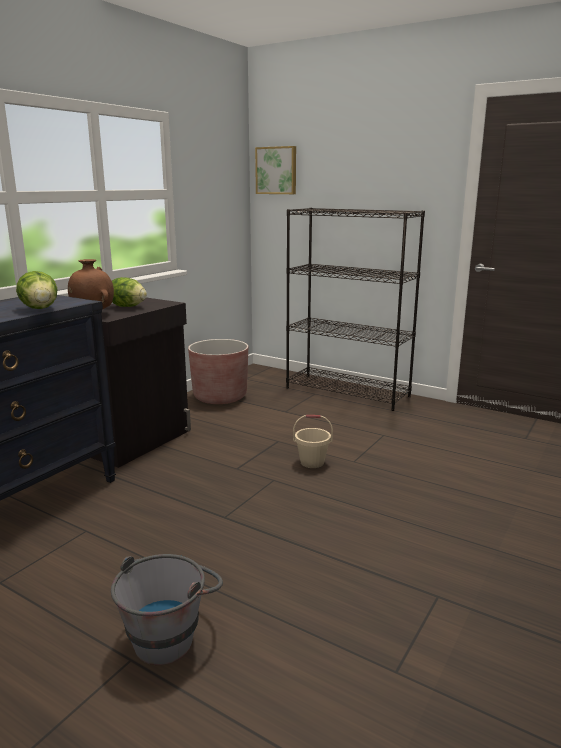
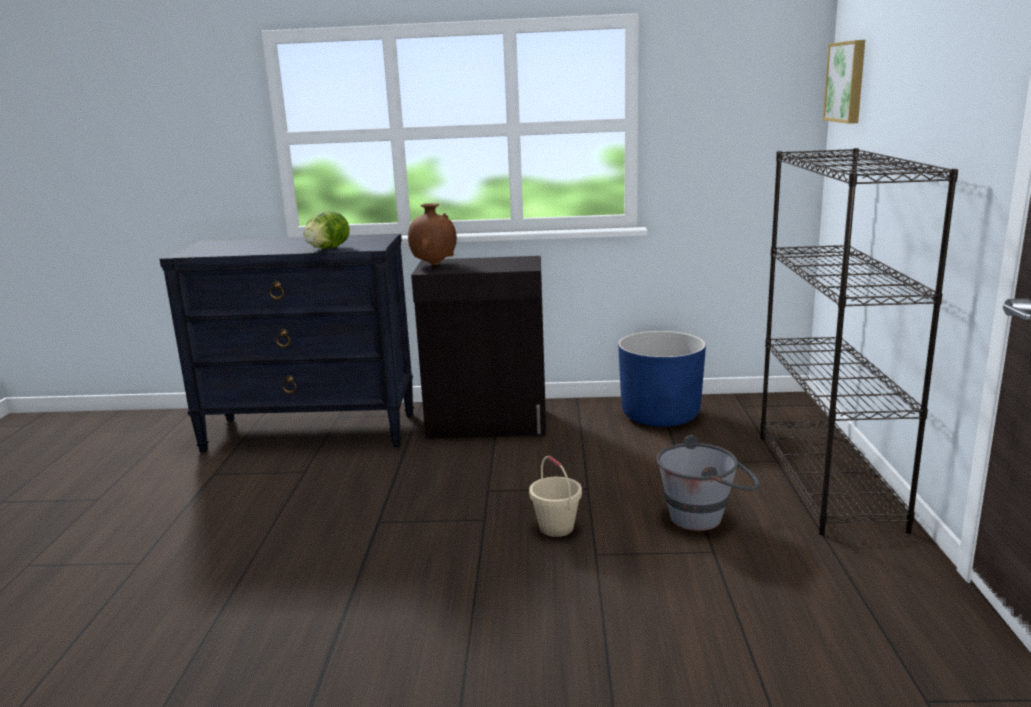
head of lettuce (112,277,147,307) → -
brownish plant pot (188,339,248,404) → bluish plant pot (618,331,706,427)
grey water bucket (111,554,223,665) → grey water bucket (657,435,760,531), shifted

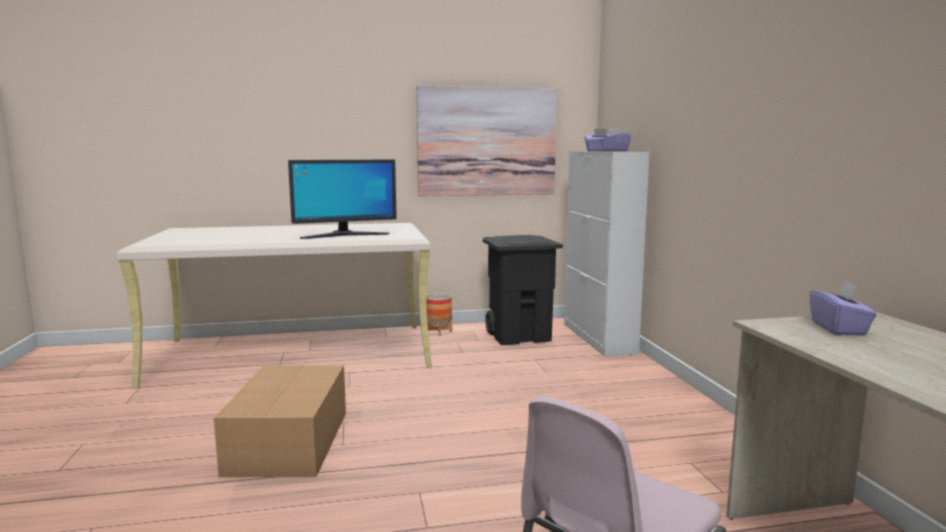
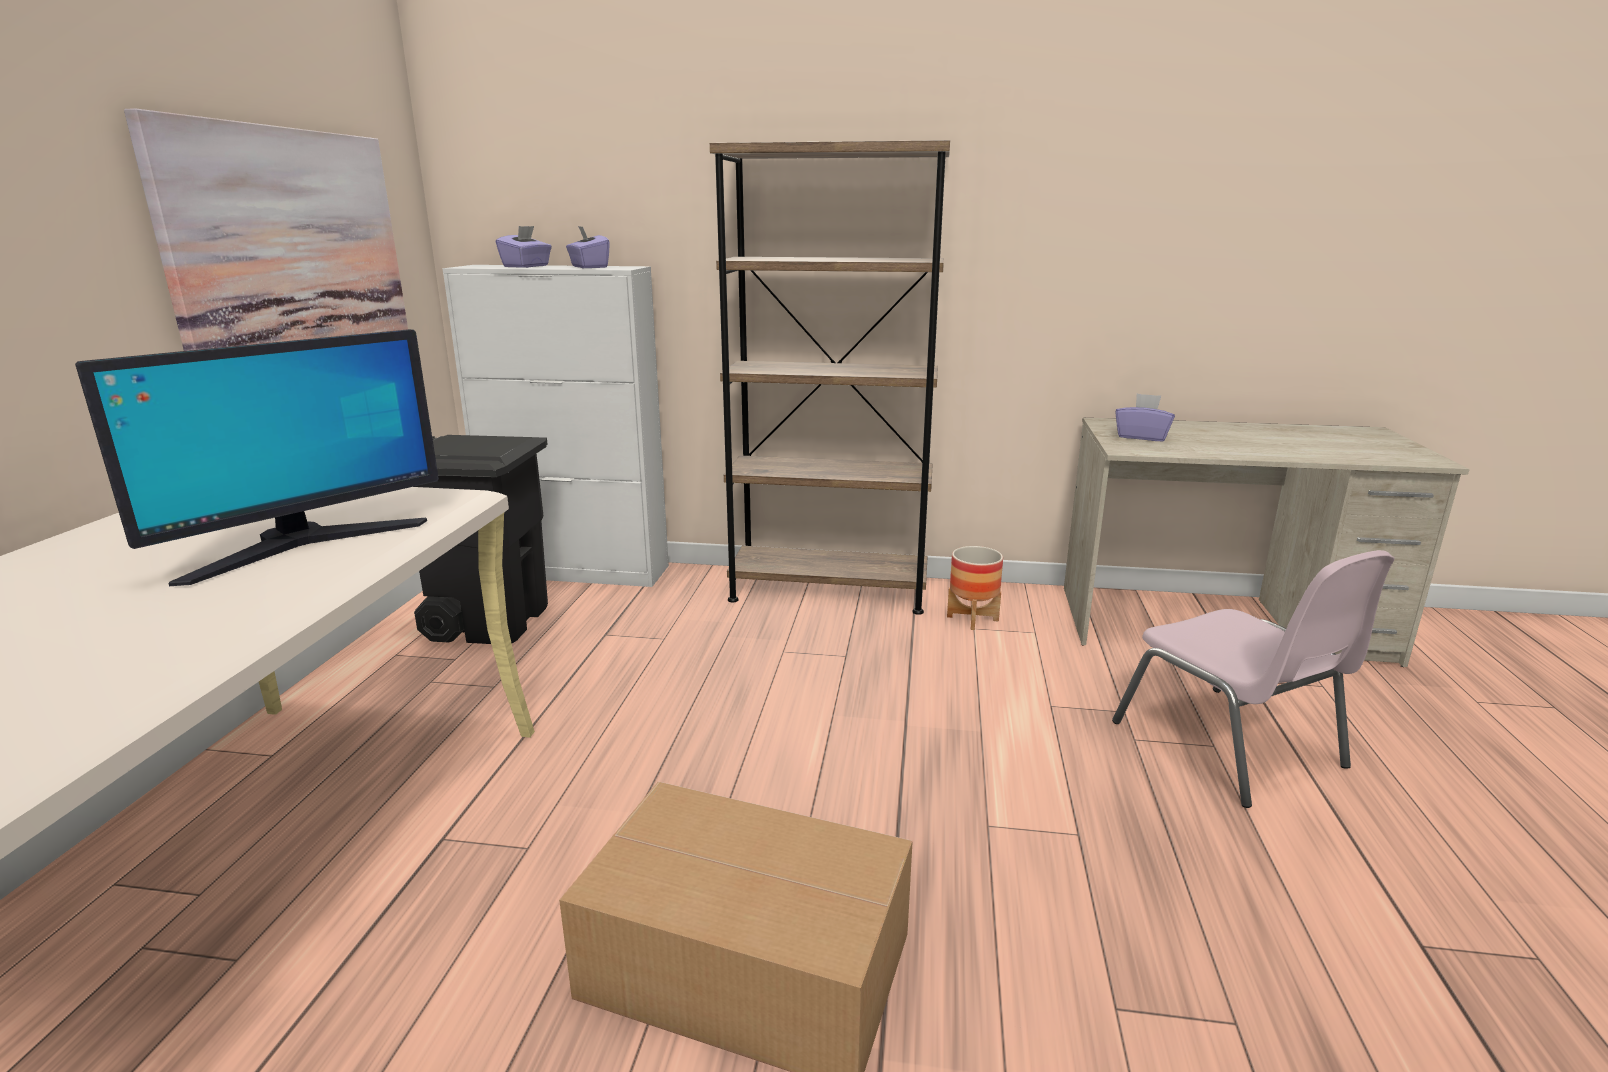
monitor (288,159,397,239) → monitor (75,329,439,586), 45 degrees clockwise
plant pot (426,293,452,336) → plant pot (947,546,1003,630), shifted
- → brownish shelving unit (710,140,950,615)

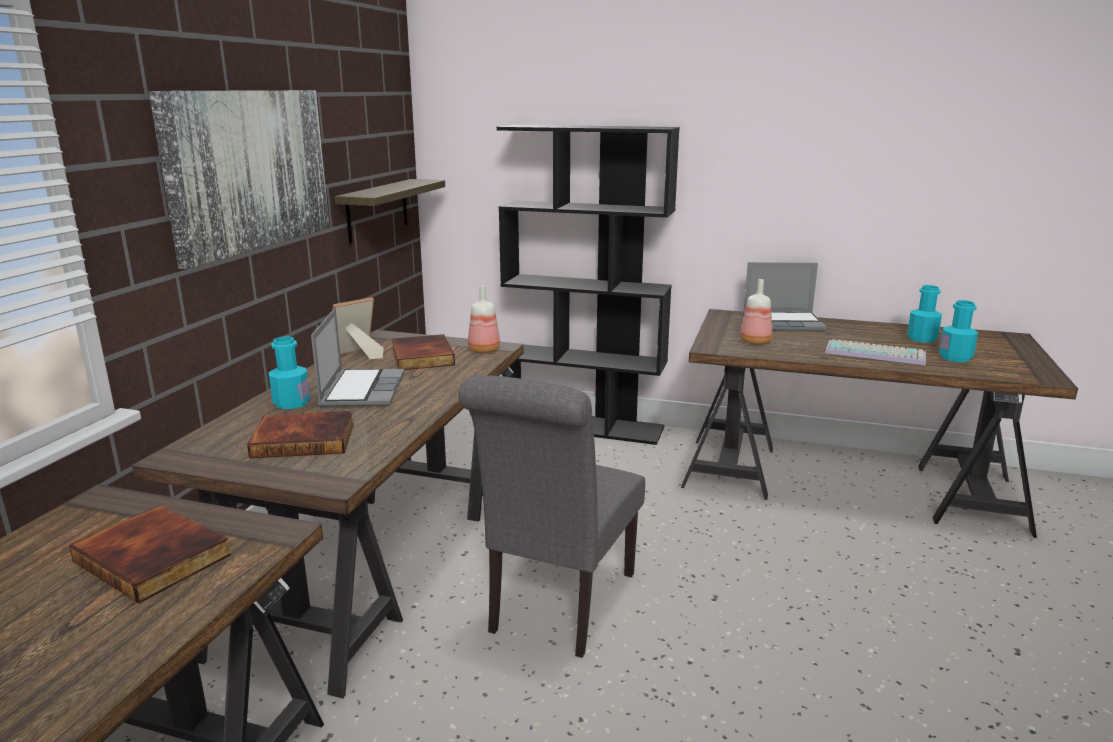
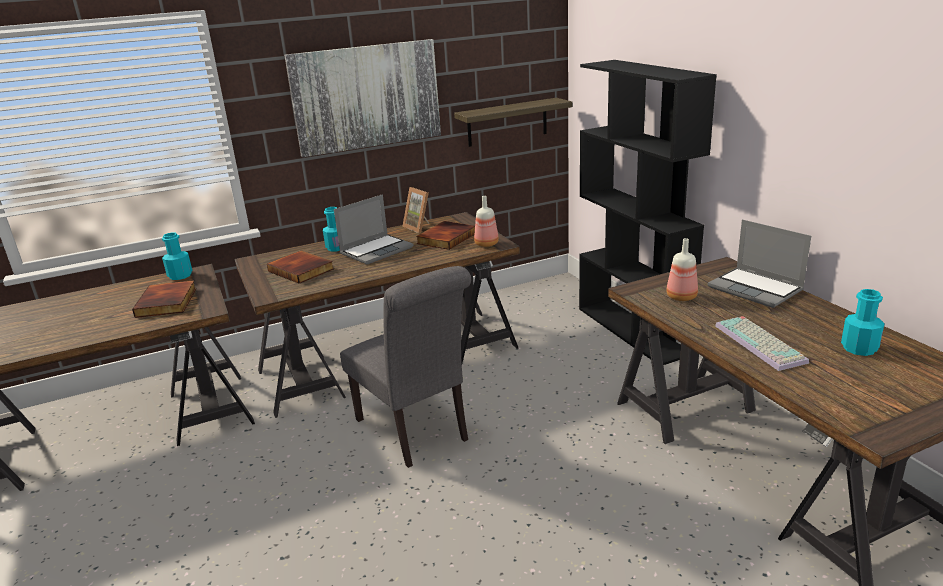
photo frame (333,297,384,359) → photo frame (402,187,429,233), 135 degrees counterclockwise
turquoise bottle (939,300,978,362) → turquoise bottle (162,233,192,280), shifted
grey plain chair (459,375,645,658) → grey plain chair (340,266,471,468), 105 degrees counterclockwise

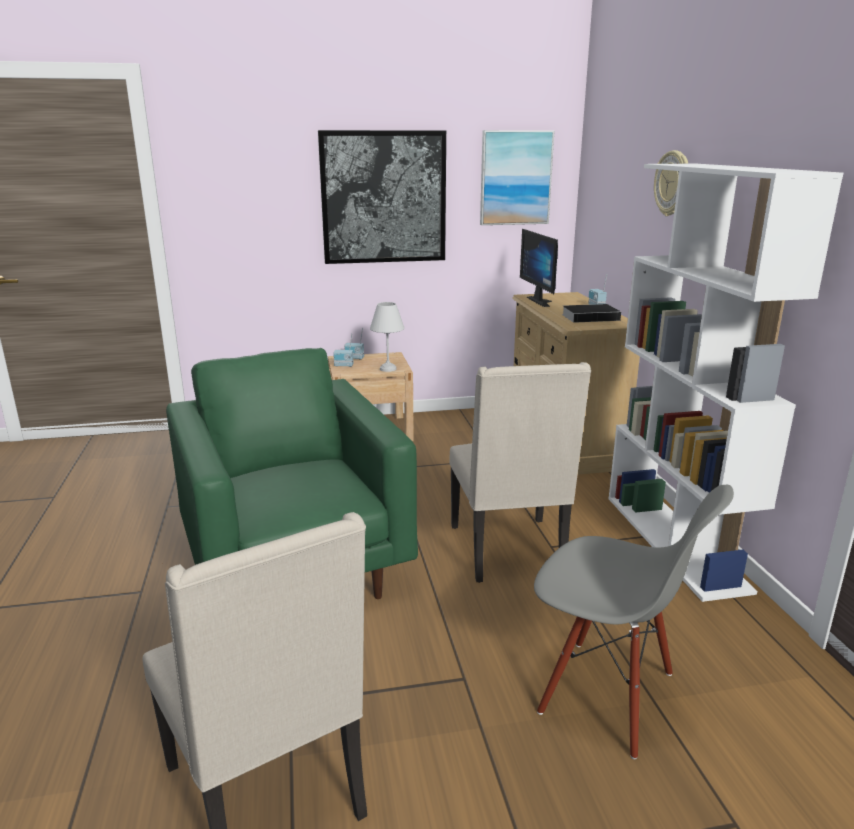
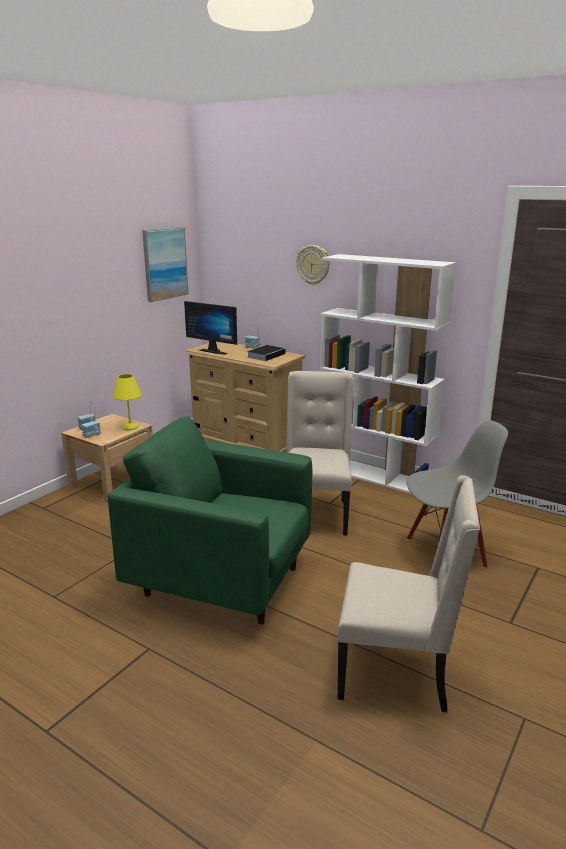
wall picture (318,130,446,264) → -
white table lamp (370,302,404,372) → yellow-coloured table lamp (113,374,142,431)
sand-coloured plain chair (449,362,591,583) → sand-coloured plain chair (287,371,354,536), 120 degrees counterclockwise

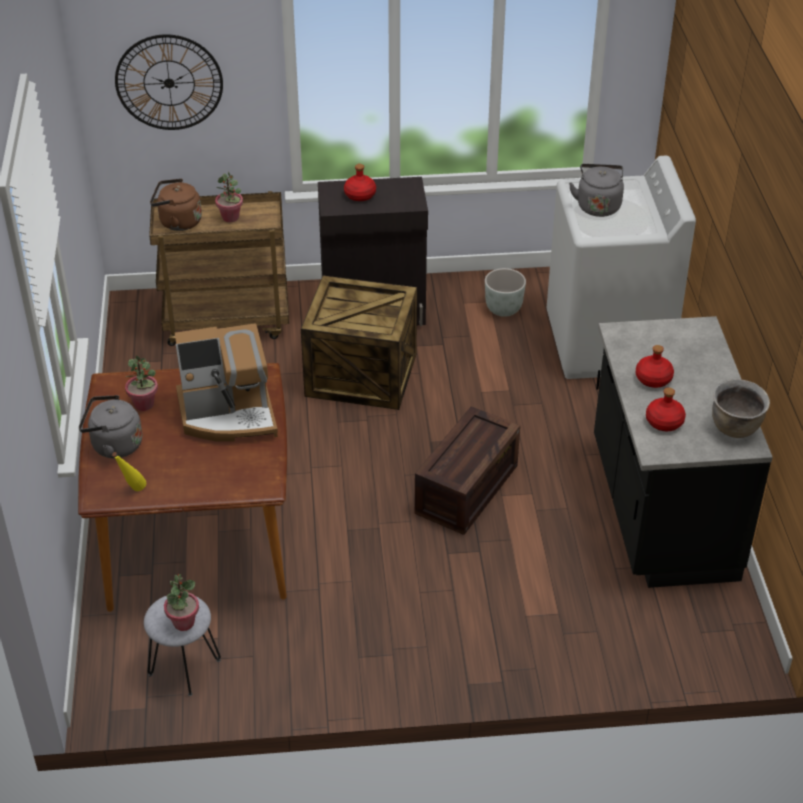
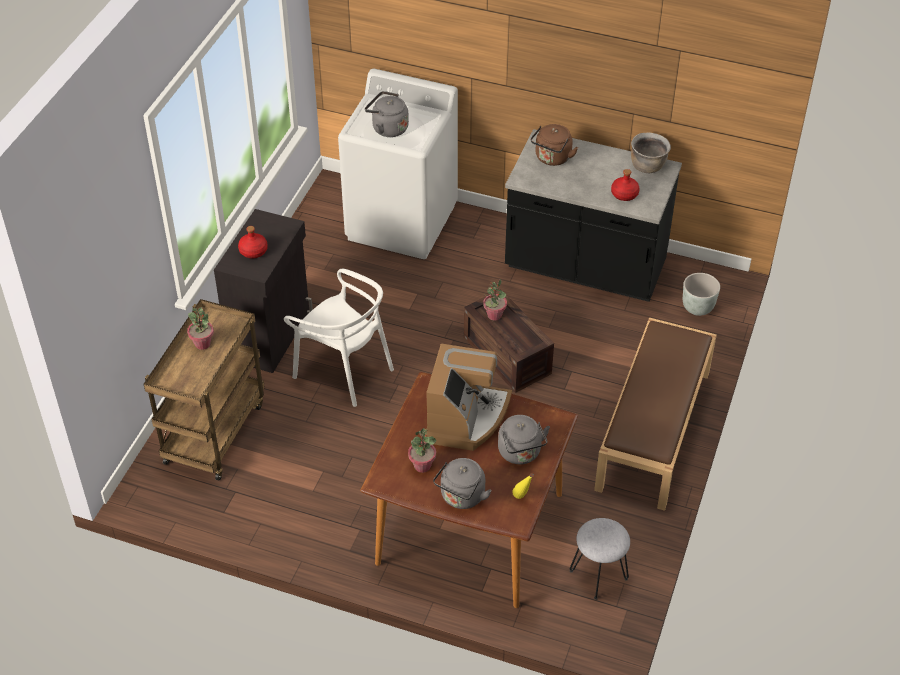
wall clock (115,34,223,130) → -
brownish tea kettle (150,179,202,231) → brownish tea kettle (530,124,578,166), shifted
grey plant pot (485,268,526,317) → grey plant pot (683,273,720,316), shifted
packing crate (301,275,417,410) → white plain chair (284,269,394,407)
red bottle (636,345,674,388) → -
potted plant (164,574,199,631) → potted plant (483,279,507,321), shifted
- → brownish bench (594,317,717,511)
- → grey tea kettle (498,415,550,464)

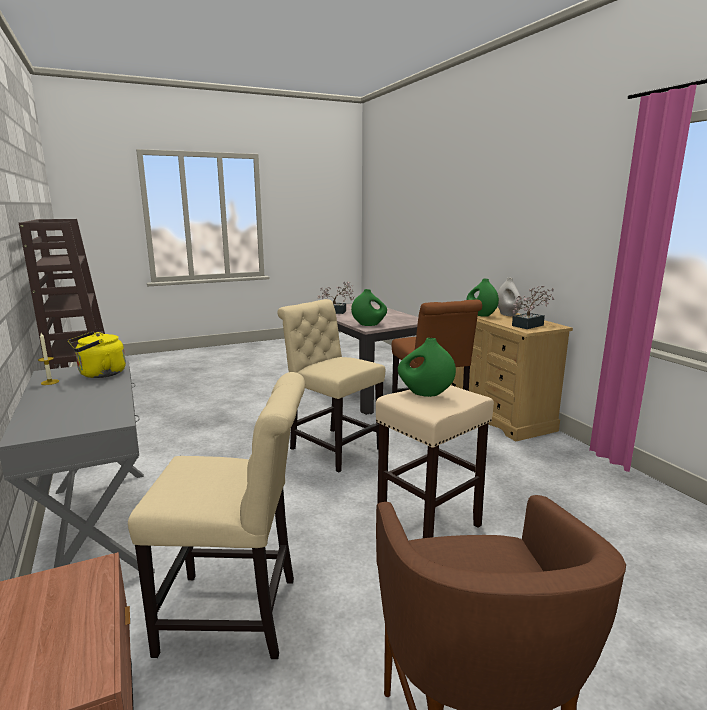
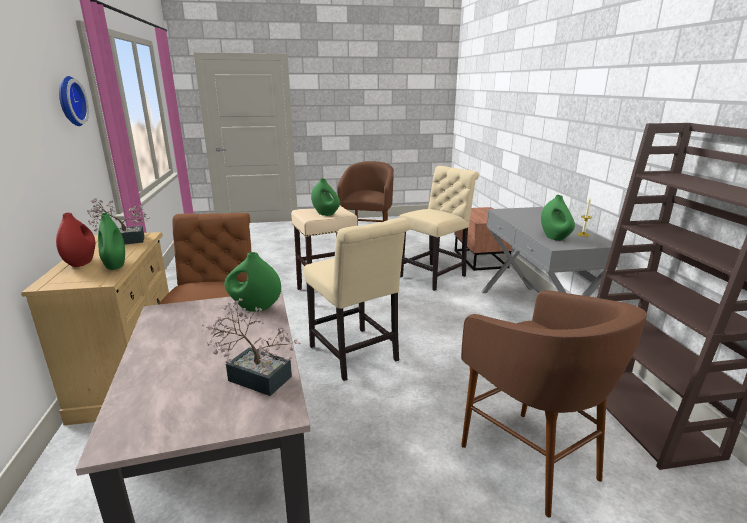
white decorative vase (498,277,522,316) → red decorative vase (56,213,95,267)
yellow-coloured tea kettle (68,331,126,378) → green decorative vase (541,195,575,241)
sand-coloured plain chair (128,372,305,659) → sand-coloured plain chair (399,166,479,291), 120 degrees clockwise
- → wall clock (59,76,89,126)
- → brownish stool (461,290,647,517)

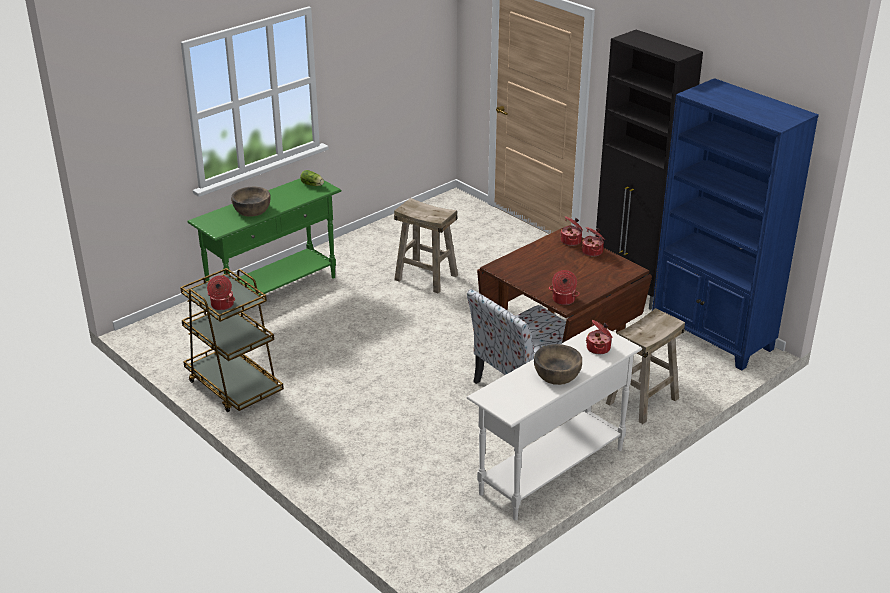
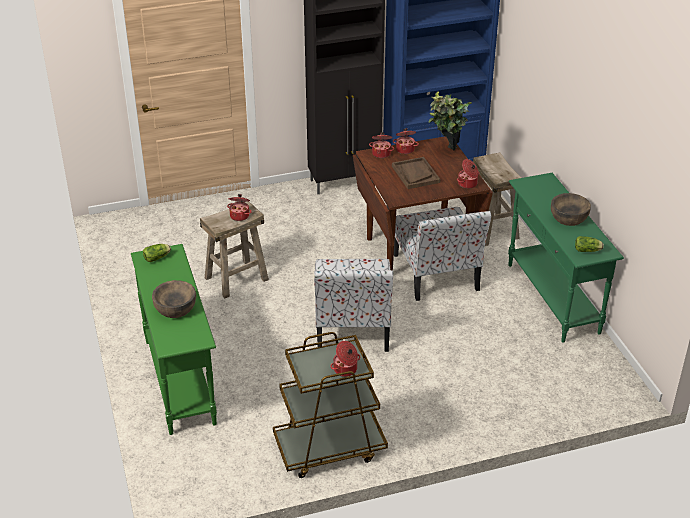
saucepot (586,320,612,354) → saucepot (227,194,252,221), shifted
white narrow table (467,325,642,520) → green narrow table (508,173,624,343)
- → potted plant (428,91,471,151)
- → brownish tray (392,157,440,189)
- → head of lettuce (575,236,604,252)
- → plain chair (314,259,393,352)

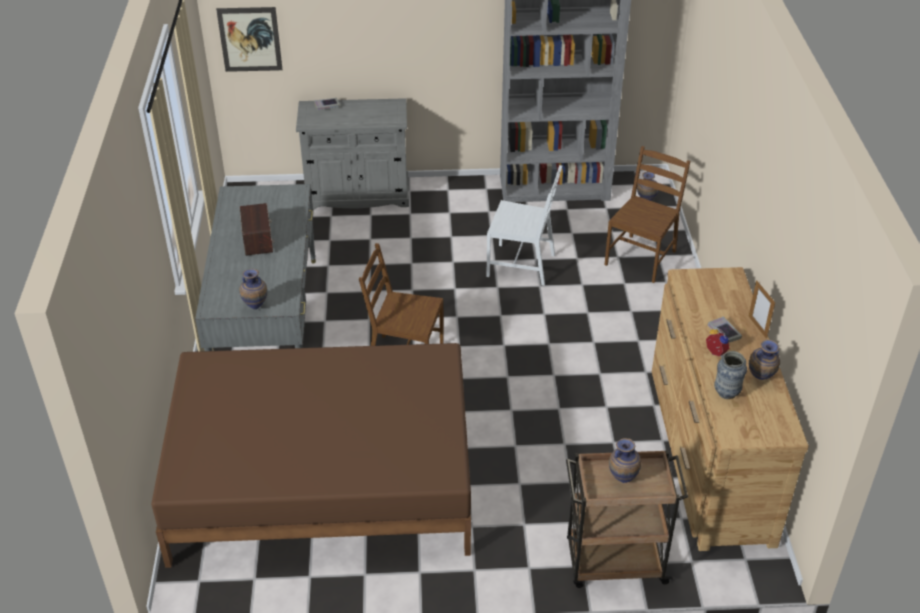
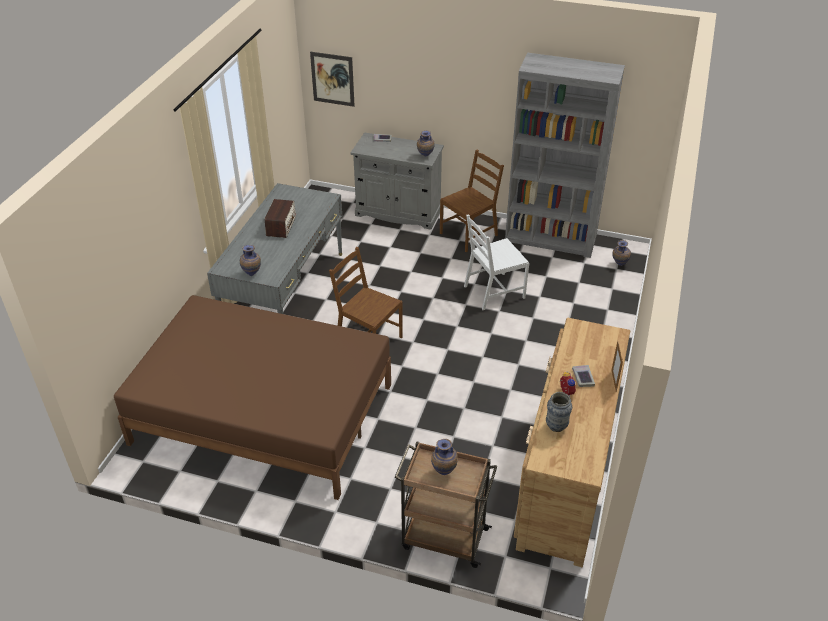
brownish plain chair (604,146,690,283) → brownish plain chair (440,149,504,252), shifted
white plain chair (486,165,562,286) → white plain chair (464,214,529,310), 120 degrees clockwise
decorative vase (749,339,780,380) → decorative vase (417,130,434,157), shifted

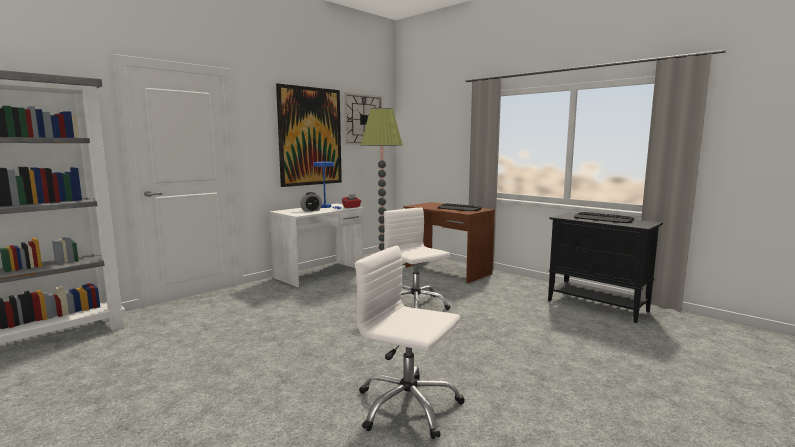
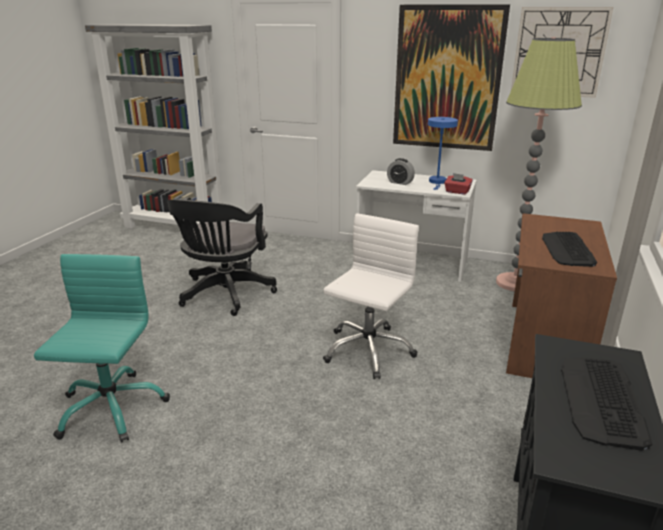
white desk chair (355,246,465,439) → turquoise desk chair (34,254,170,443)
- → black-coloured desk chair (167,197,277,316)

